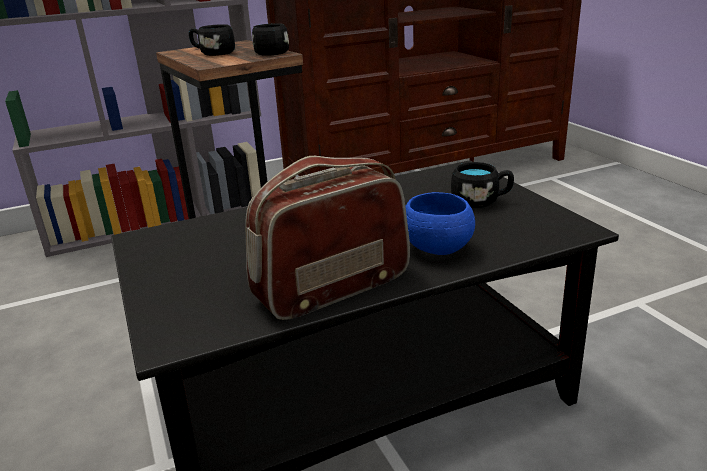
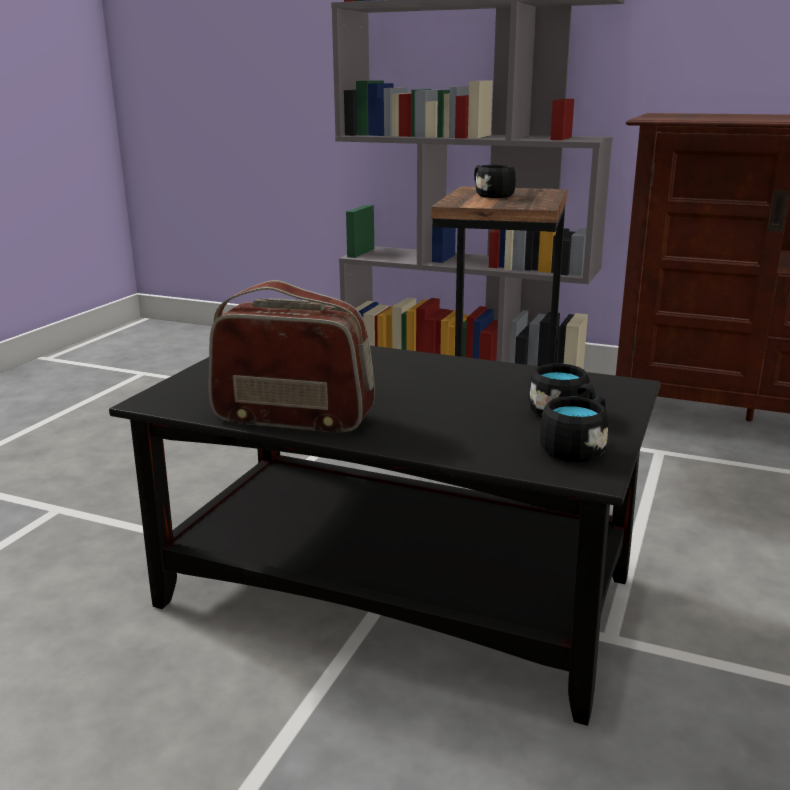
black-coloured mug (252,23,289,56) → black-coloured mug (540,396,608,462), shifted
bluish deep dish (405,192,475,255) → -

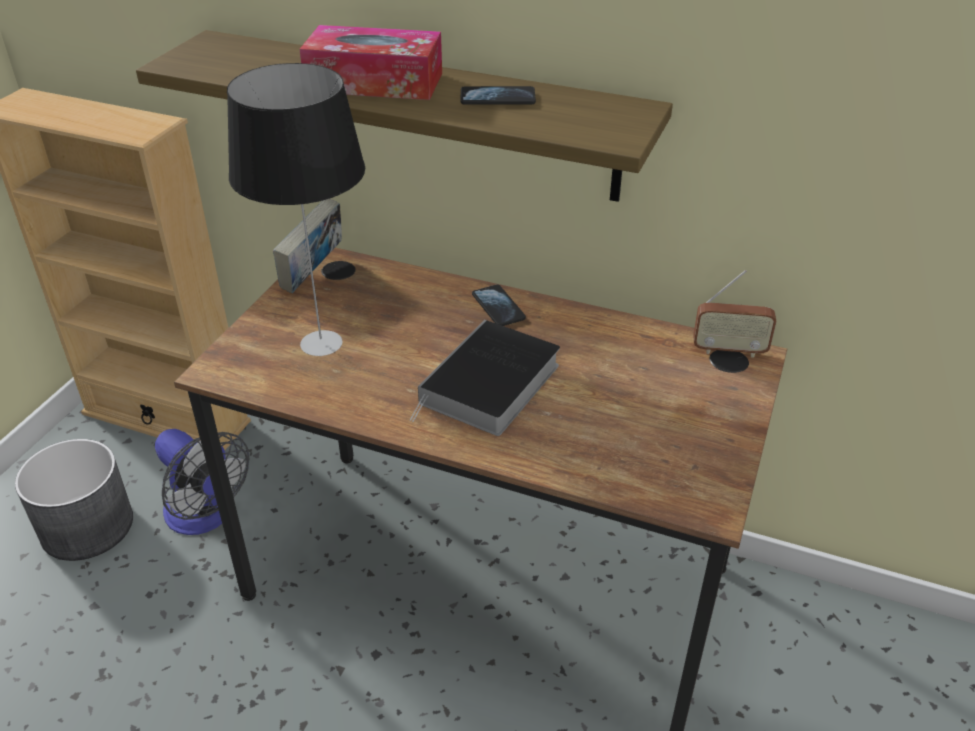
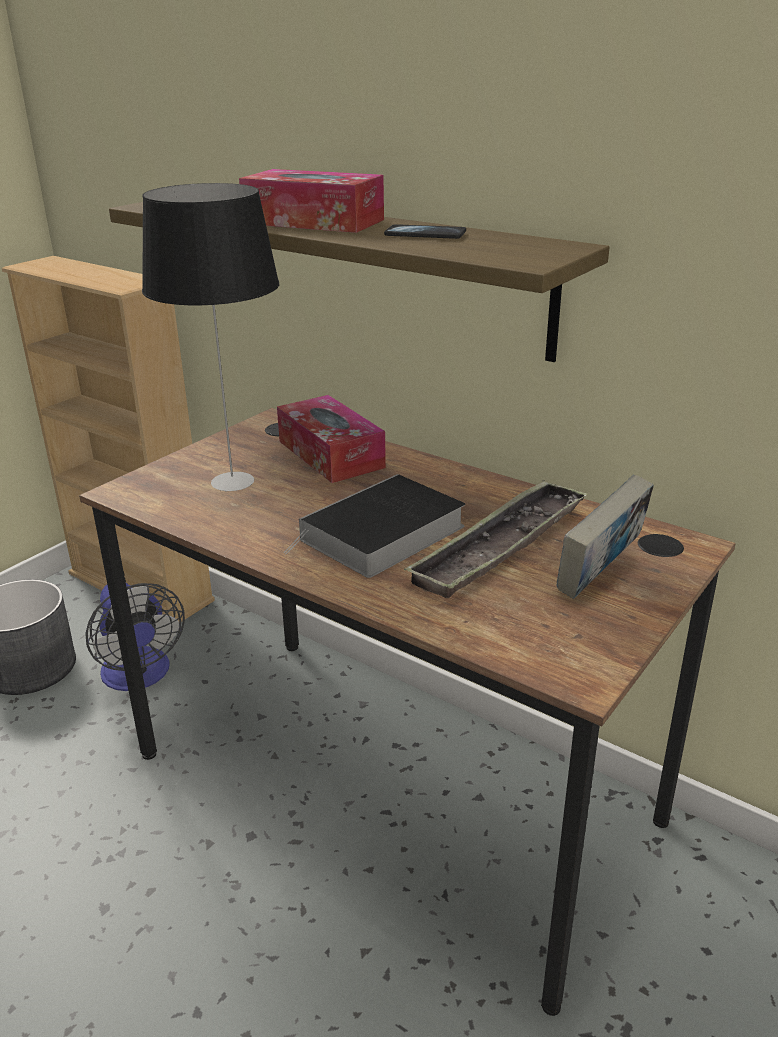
book (273,199,342,293) → book (556,475,654,599), shifted
radio (693,270,776,358) → -
phone (472,285,526,326) → -
- → tissue box (277,395,386,483)
- → tray (404,480,588,598)

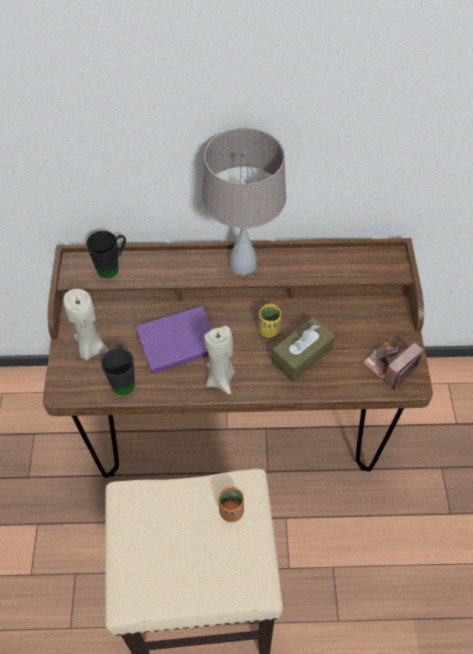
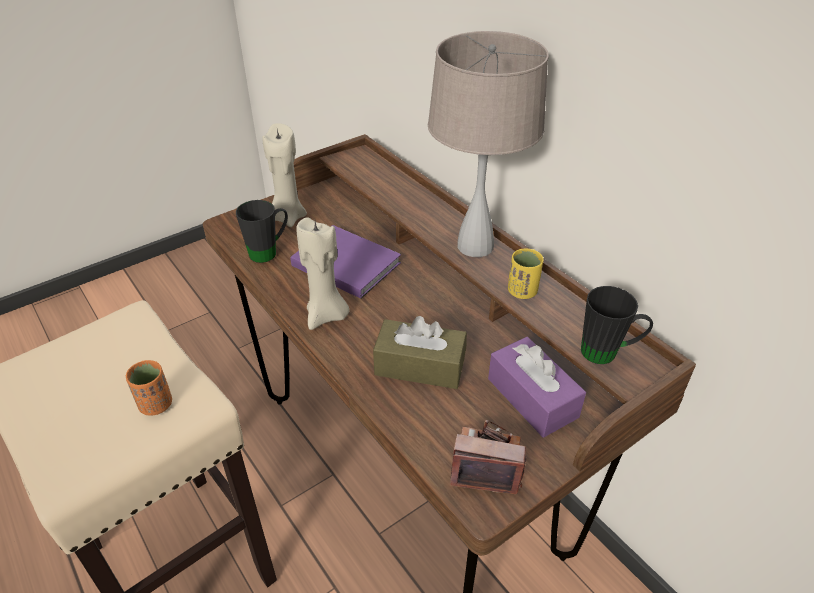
black-coloured mug (86,231,126,278) → black-coloured mug (581,286,653,364), shifted
yellow-coloured drinking cup (258,304,281,338) → yellow-coloured drinking cup (508,248,544,299), shifted
- → purple-coloured tissue box (488,337,586,437)

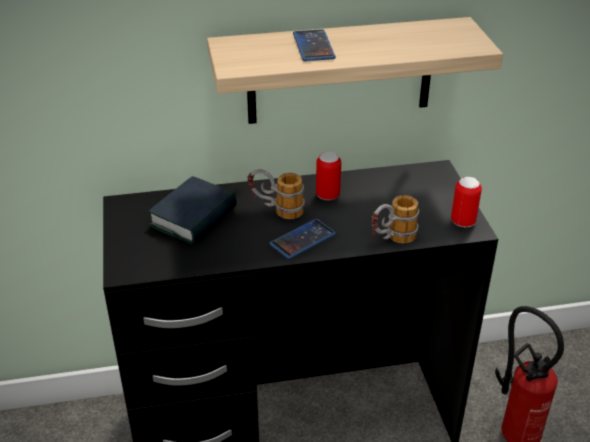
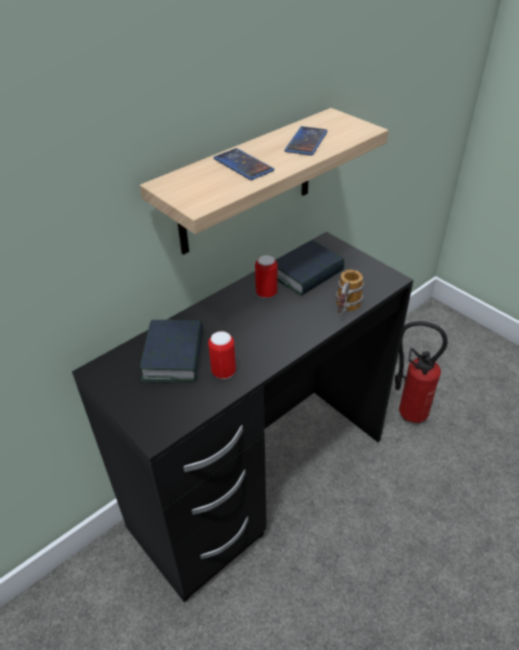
mug (248,169,305,219) → -
sealed can (451,177,482,227) → sealed can (208,331,236,379), shifted
phone (269,219,336,259) → phone (284,126,328,156), shifted
- → book (276,240,345,296)

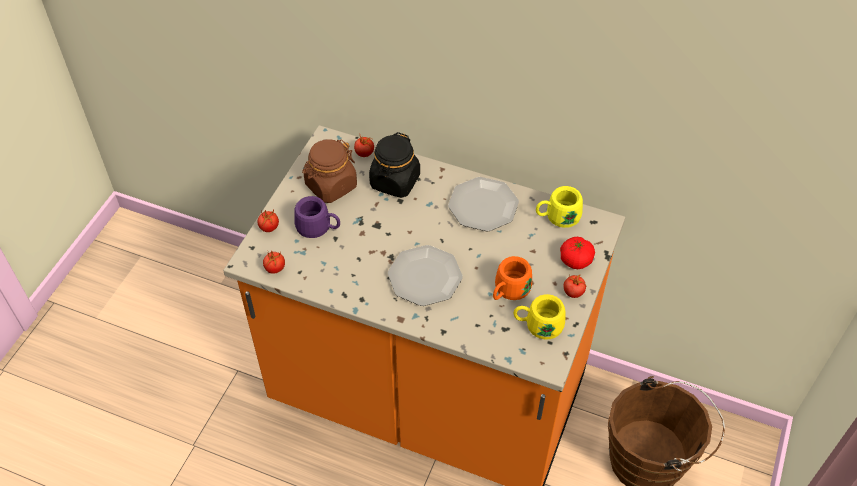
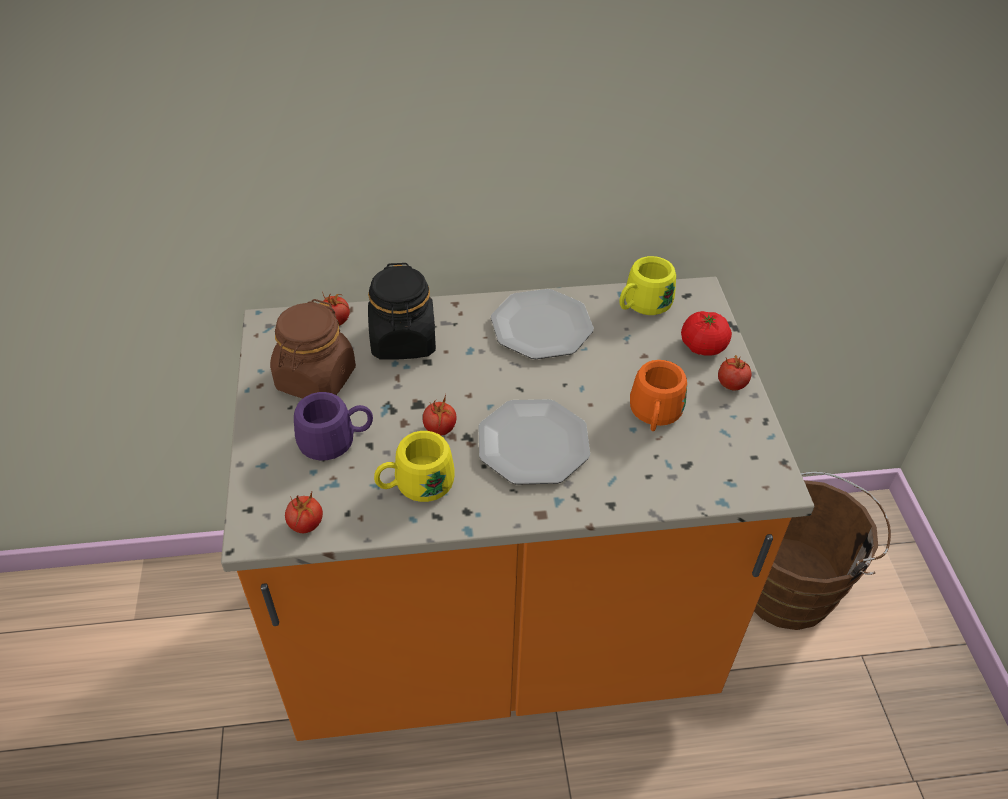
tomato (257,210,279,232) → tomato (423,394,457,436), shifted
yellow-coloured mug (514,294,565,339) → yellow-coloured mug (374,431,455,502), shifted

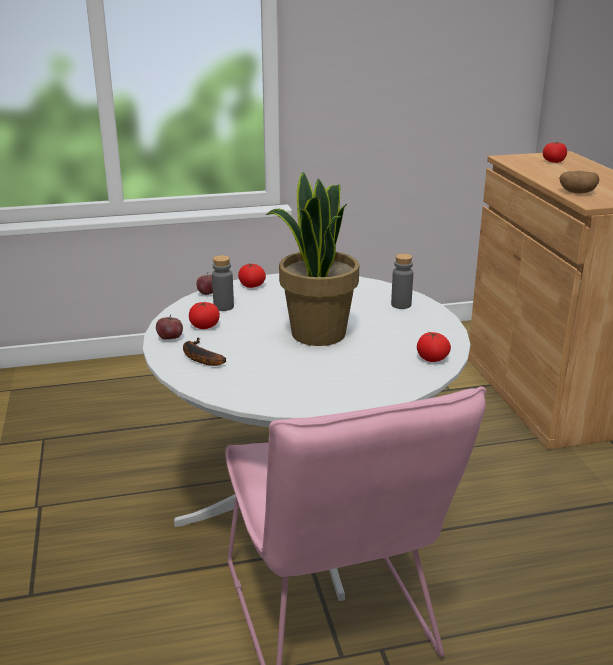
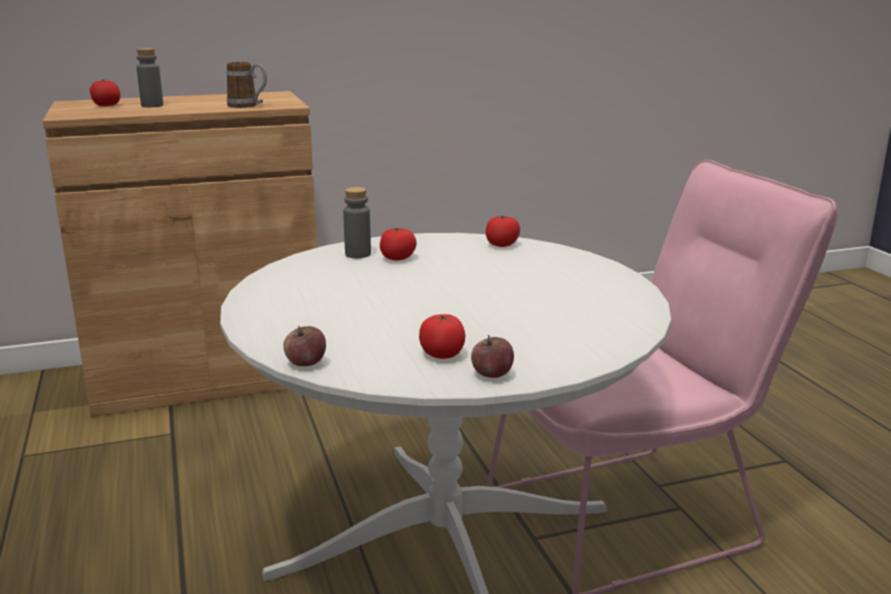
whole potato (559,171,599,193) → mug (227,62,267,108)
potted plant (266,172,359,346) → -
grey bottle (212,255,234,311) → grey bottle (137,48,163,107), shifted
tomato (238,264,266,288) → tomato (380,228,417,261), shifted
whole banana (183,338,226,366) → -

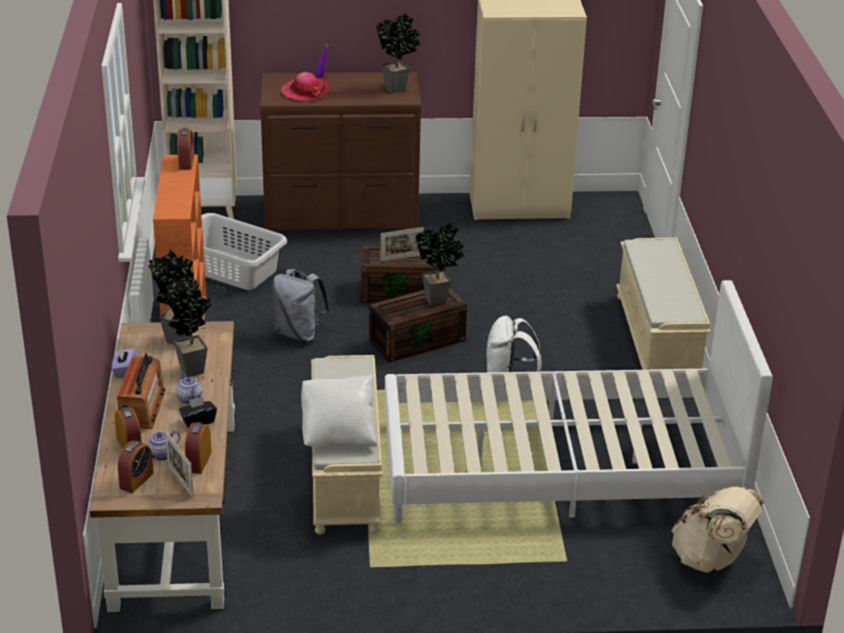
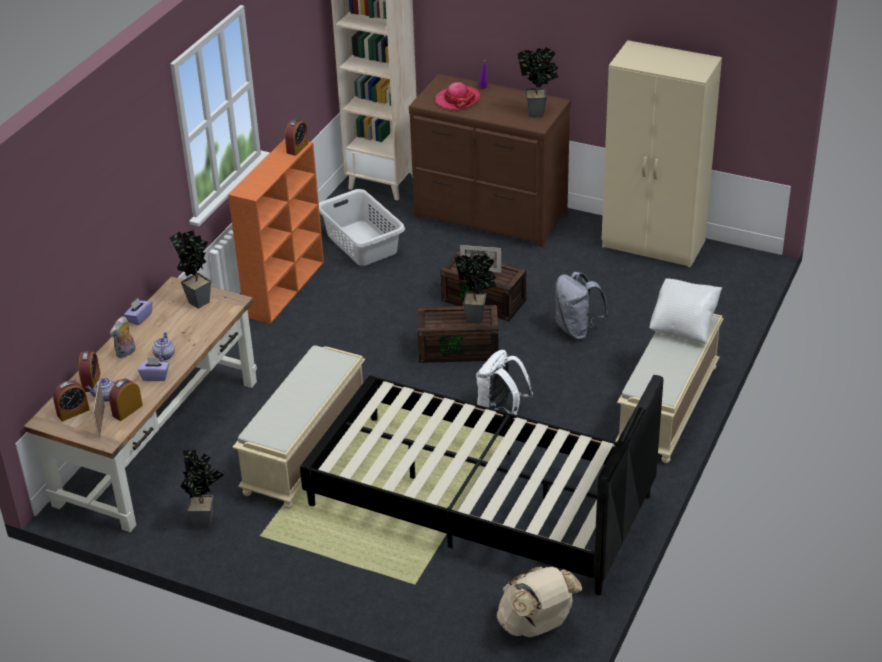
grey knapsack (272,269,330,342) → grey knapsack (555,272,608,340), shifted
potted plant (166,279,211,377) → potted plant (180,450,224,529), shifted
white sleeping bed (385,280,773,523) → black-coloured sleeping bed (300,375,663,595)
radio (117,353,166,429) → soft toy (110,316,136,358)
white pillow (301,375,378,447) → white pillow (649,278,722,344), shifted
black-coloured tissue box (179,397,217,428) → purple-coloured tissue box (138,357,169,381)

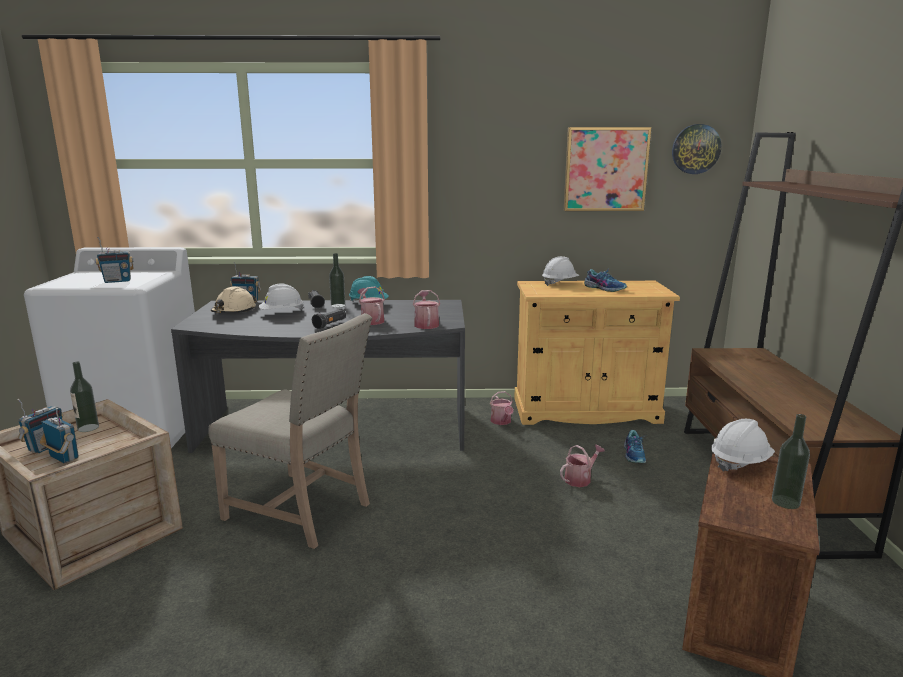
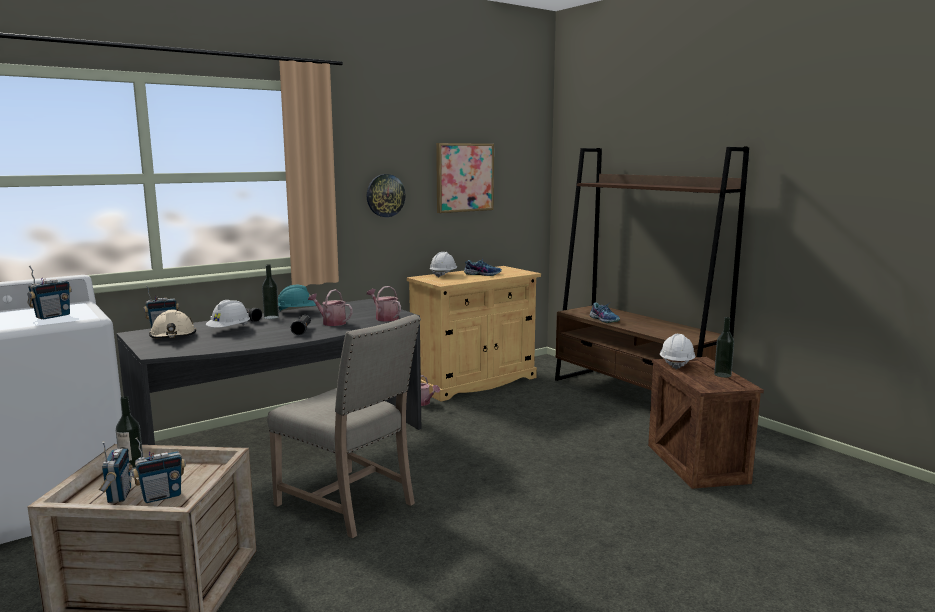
wall clock (672,124,721,174) → wall clock (367,174,405,217), shifted
sand-coloured plain chair (208,313,372,549) → sand-coloured plain chair (267,314,421,538), 45 degrees clockwise
radio (40,408,79,463) → radio (132,438,186,503), 150 degrees clockwise
shoe (624,430,647,463) → shoe (590,302,620,323), shifted
watering can (560,445,605,487) → -

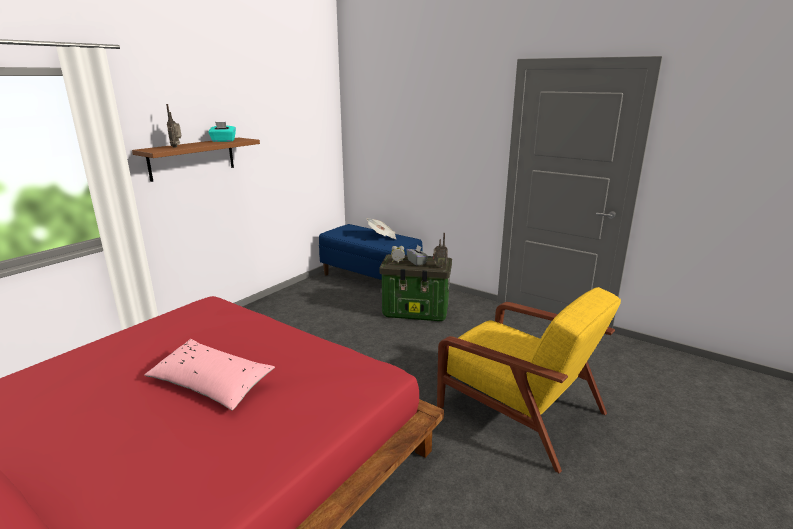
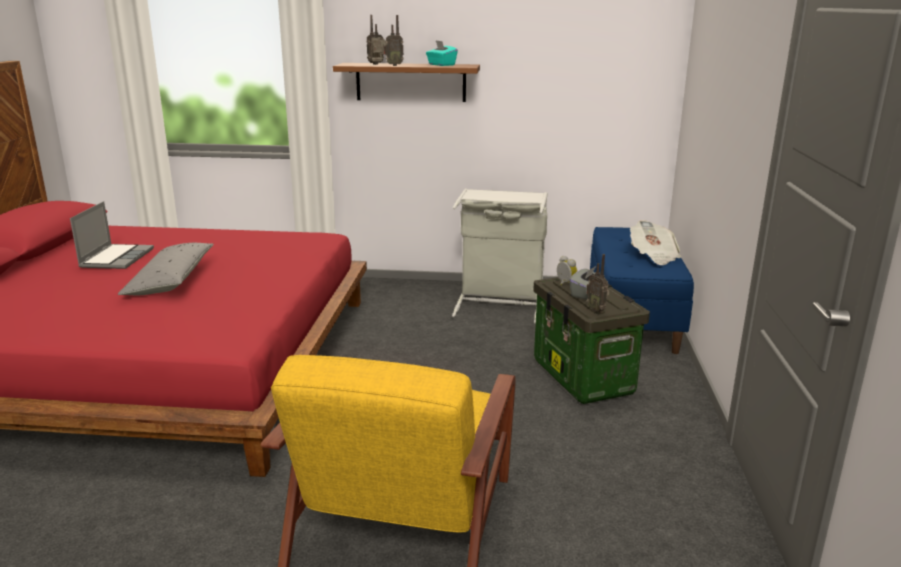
pink pillow (144,339,275,410) → grey pillow (118,243,214,296)
- → radio (384,15,404,66)
- → grey laundry basket (452,188,548,324)
- → portable computer (70,201,154,269)

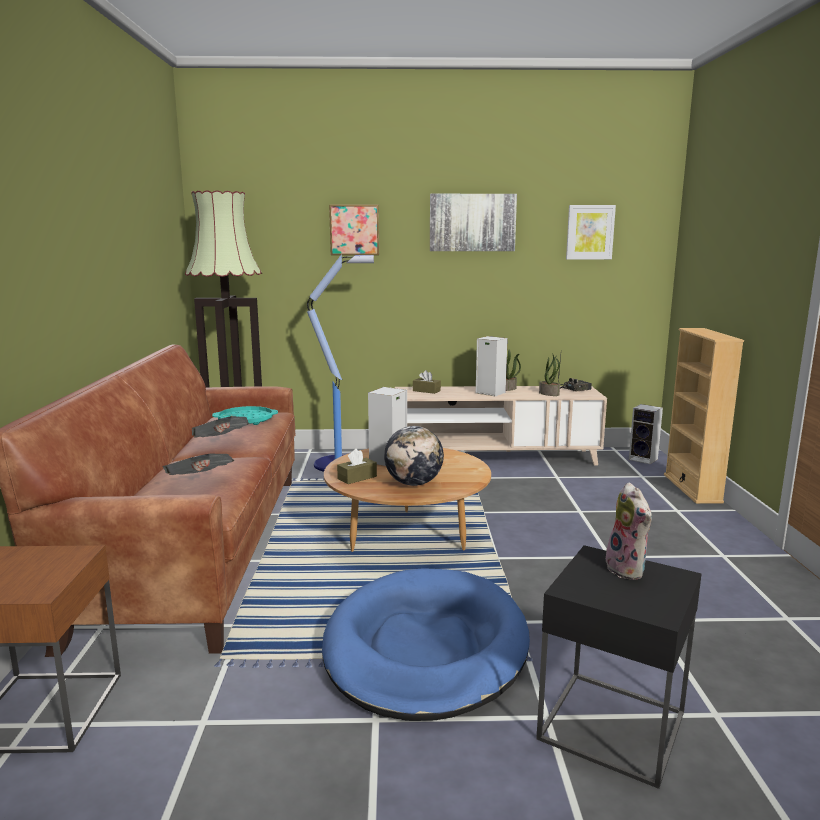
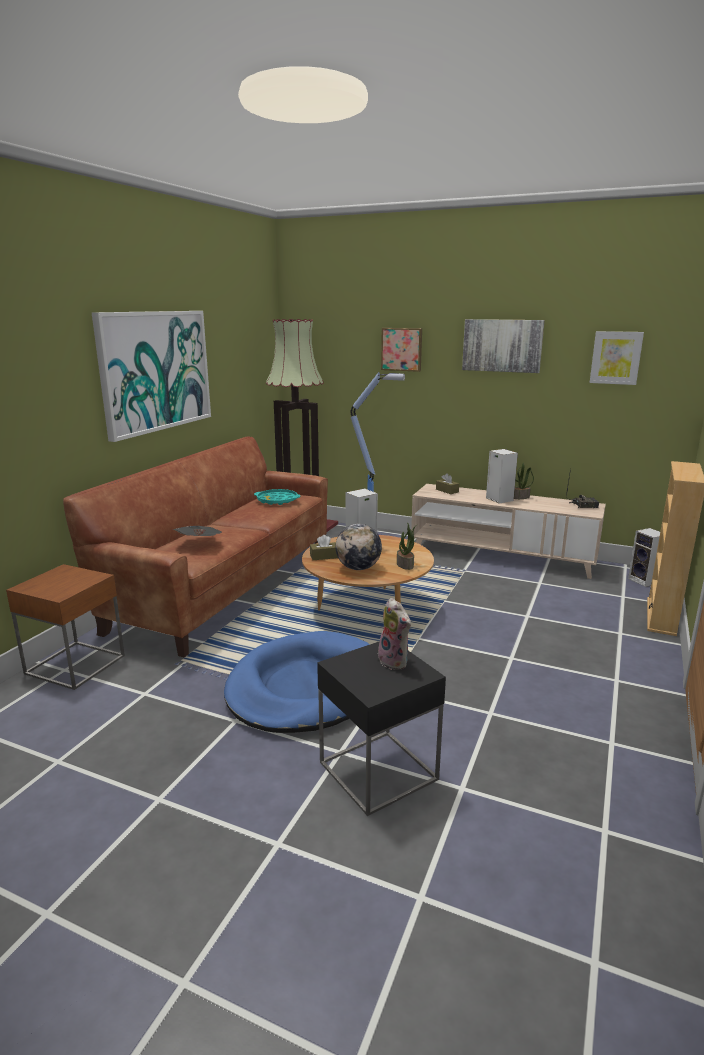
potted plant (539,355,560,396) → potted plant (397,523,418,570), shifted
newspaper (192,416,249,437) → -
soft toy (606,483,652,580) → soft toy (378,598,411,670), 45 degrees counterclockwise
- → wall picture (92,311,211,442)

